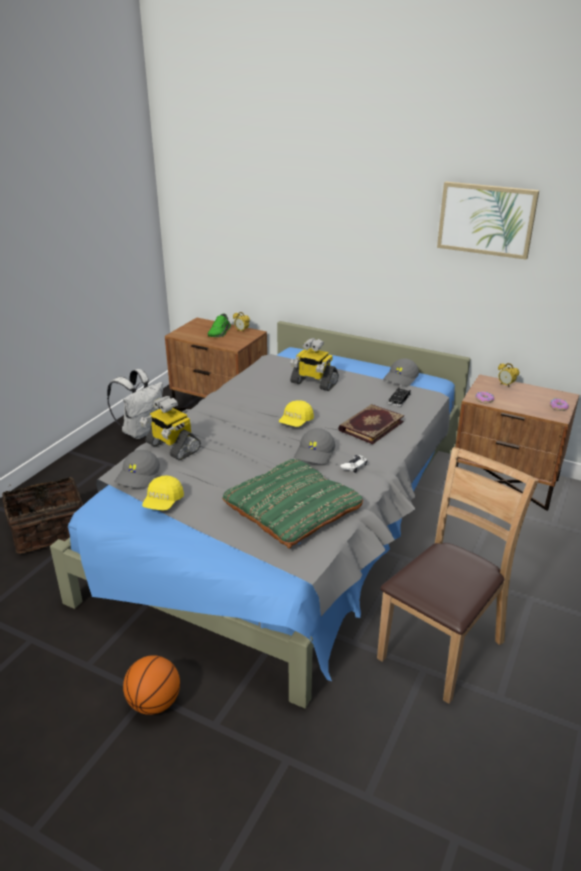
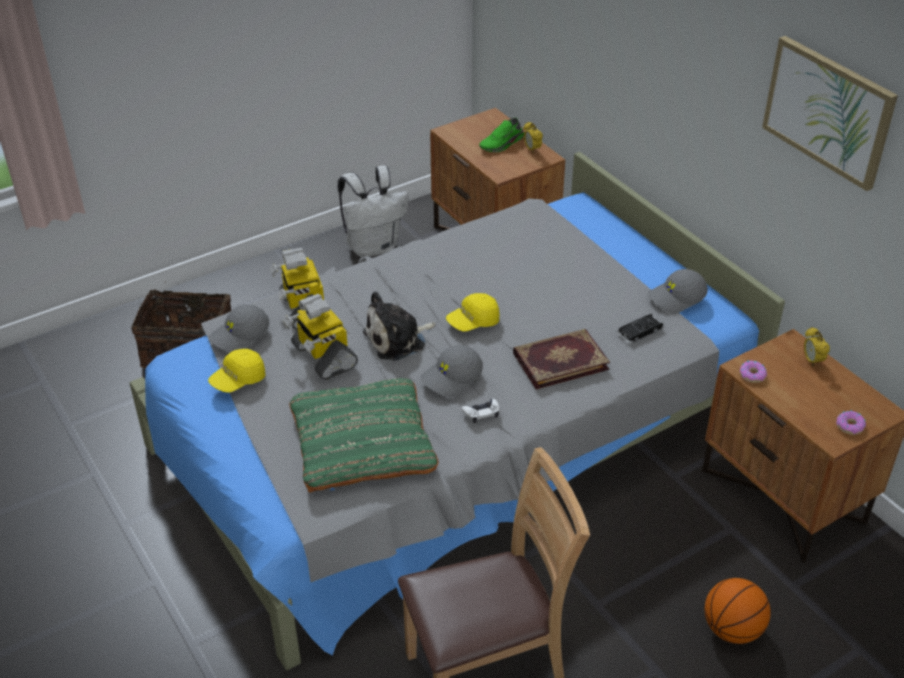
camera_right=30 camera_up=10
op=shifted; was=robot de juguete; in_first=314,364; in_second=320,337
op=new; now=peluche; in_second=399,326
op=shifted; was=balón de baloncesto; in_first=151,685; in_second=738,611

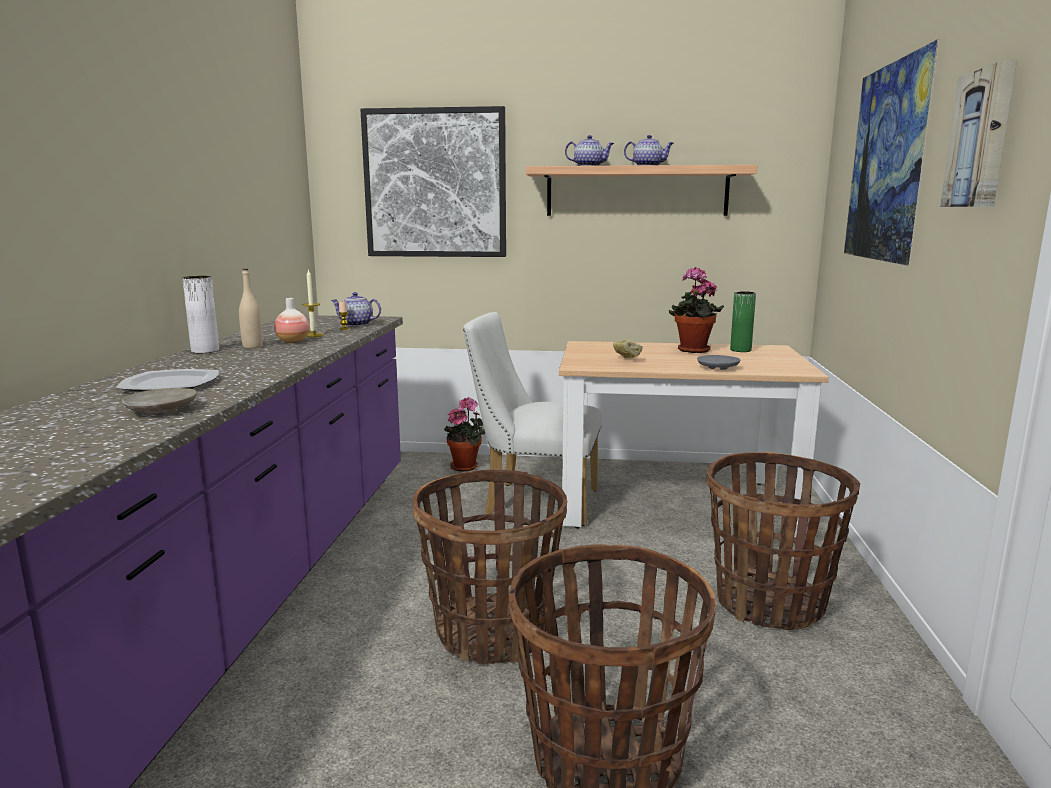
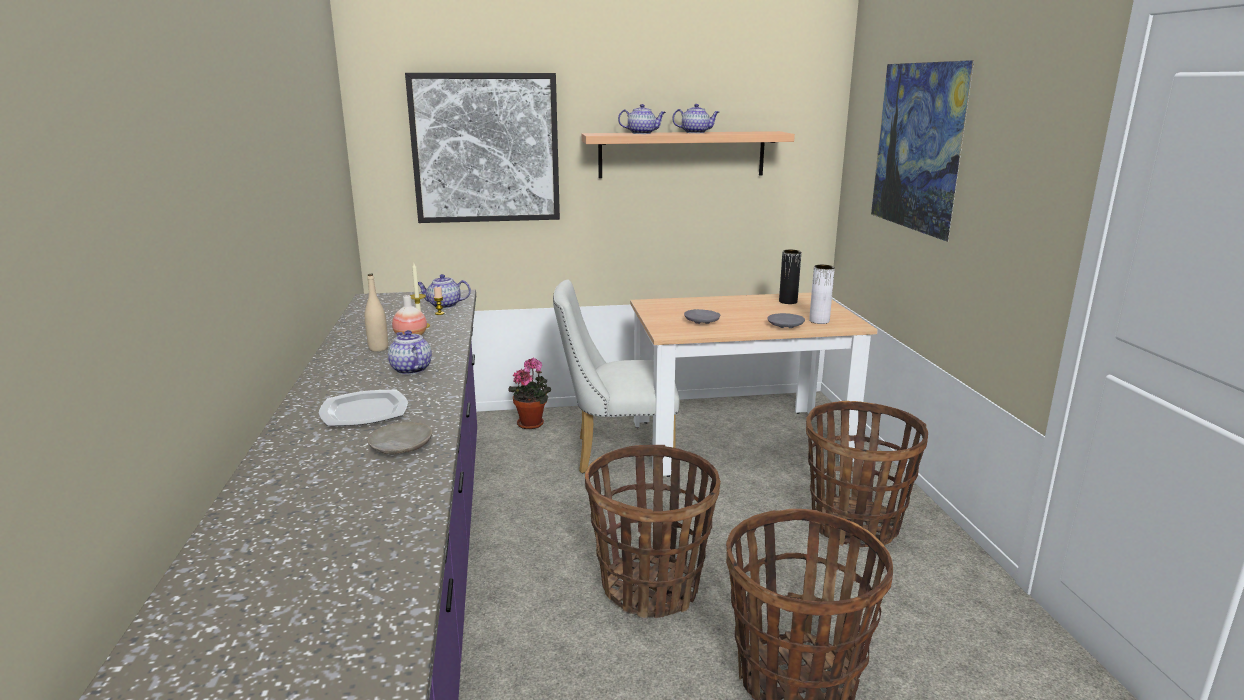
camera_right=-15 camera_up=5
op=new; now=tetera; in_second=410,352
op=swapped; was=pan; now=plato [gris]; in_first=627,349; in_second=702,316
op=repainted; was=florero [verde]; now=florero [negro]; in_first=743,321; in_second=790,277
op=shifted; was=florero [blanco]; in_first=200,314; in_second=822,294
op=gone; was=planta en maceta; in_first=696,310
op=gone; was=cuadro; in_first=978,133

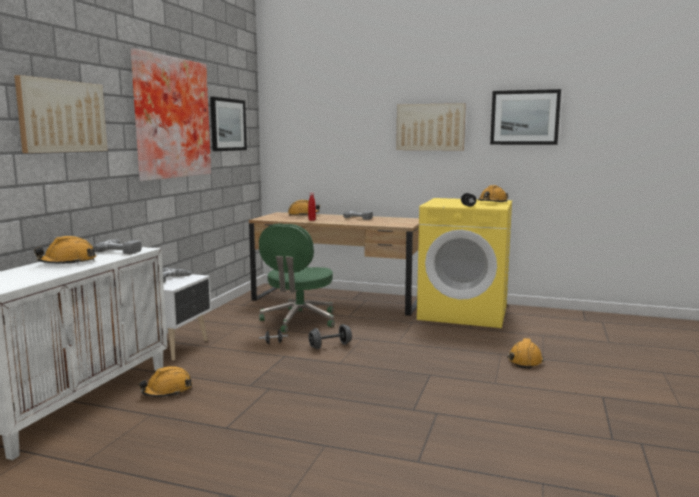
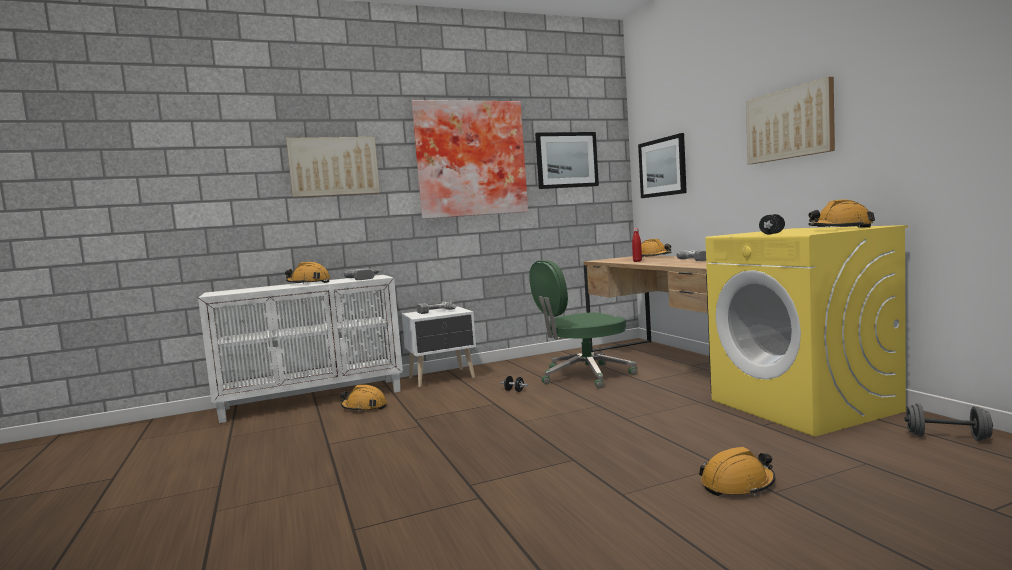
camera_right=50 camera_up=-5
op=shifted; was=cuadro; in_first=525,117; in_second=662,165
op=shifted; was=mancuerna [gris]; in_first=330,336; in_second=949,422

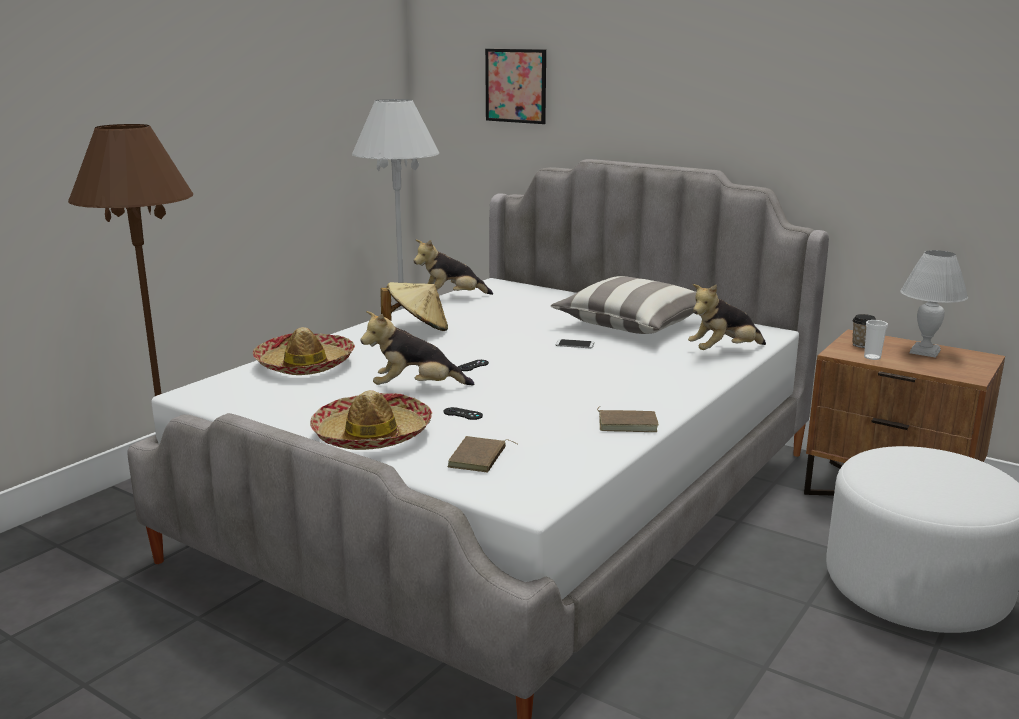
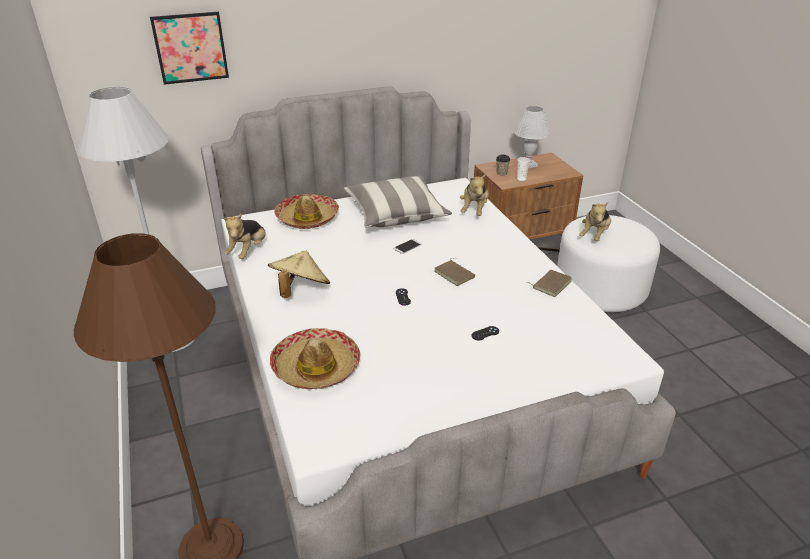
camera_right=-55 camera_up=15
op=shifted; was=sombrero; in_first=371,420; in_second=306,211
op=shifted; was=libro [marrón]; in_first=482,454; in_second=454,272
op=shifted; was=peluche; in_first=417,348; in_second=595,221

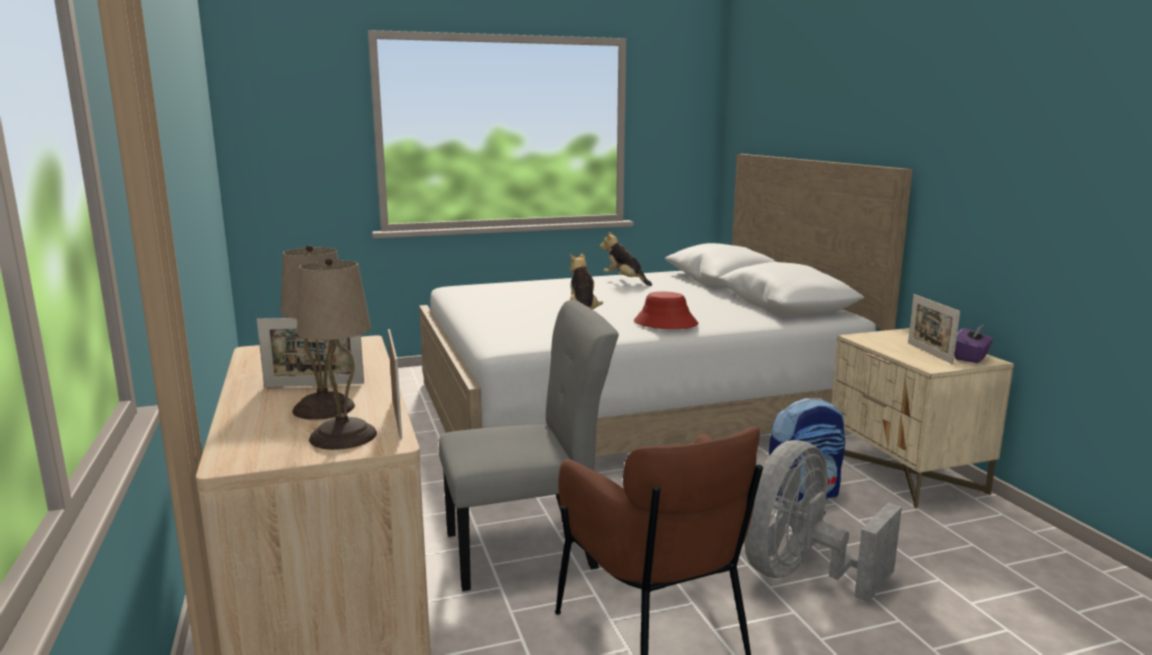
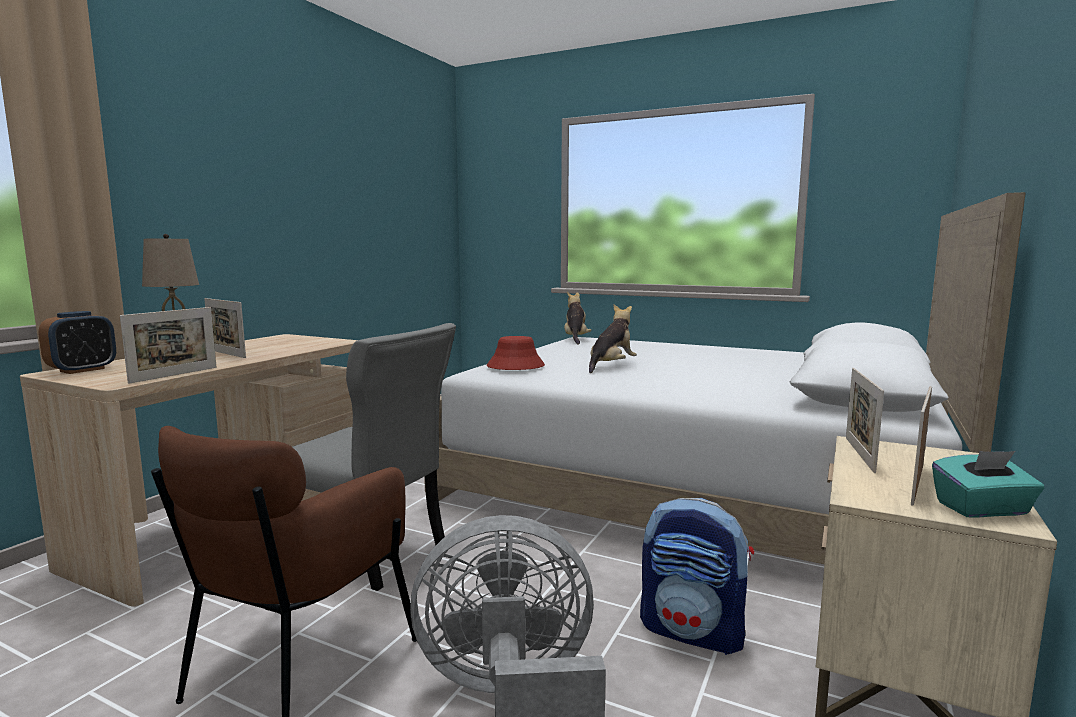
camera_right=45 camera_up=-5
op=new; now=despertador; in_second=77,342
op=shifted; was=sombrero [rojo]; in_first=666,310; in_second=515,353
op=shifted; was=peluche; in_first=626,259; in_second=577,318
op=new; now=portarretratos; in_second=865,420
op=repainted; was=caja de pañuelos [morado]; now=caja de pañuelos [turquesa]; in_first=973,343; in_second=988,484
op=gone; was=lámpara de mesa [beis]; in_first=337,354

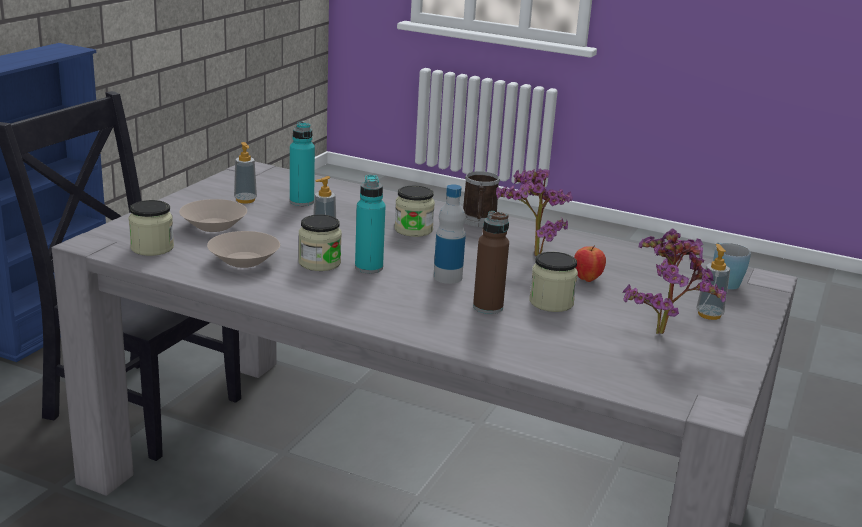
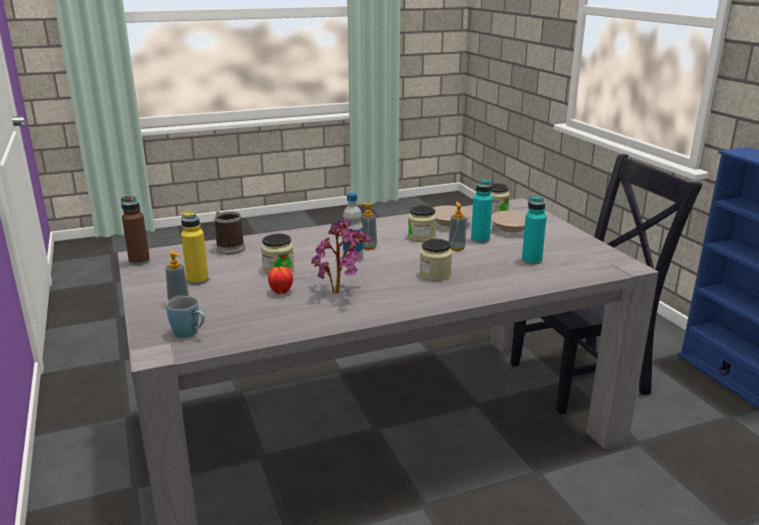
camera_right=135 camera_up=0
op=shifted; was=botella [marrón]; in_first=491,262; in_second=135,230
op=swapped; was=planta en maceta; now=botella [amarillo]; in_first=675,281; in_second=195,248
op=shifted; was=taza grande; in_first=481,199; in_second=229,233
op=shifted; was=dispensador de jabón; in_first=245,173; in_second=368,226
op=shifted; was=botella [turquesa]; in_first=370,223; in_second=482,211

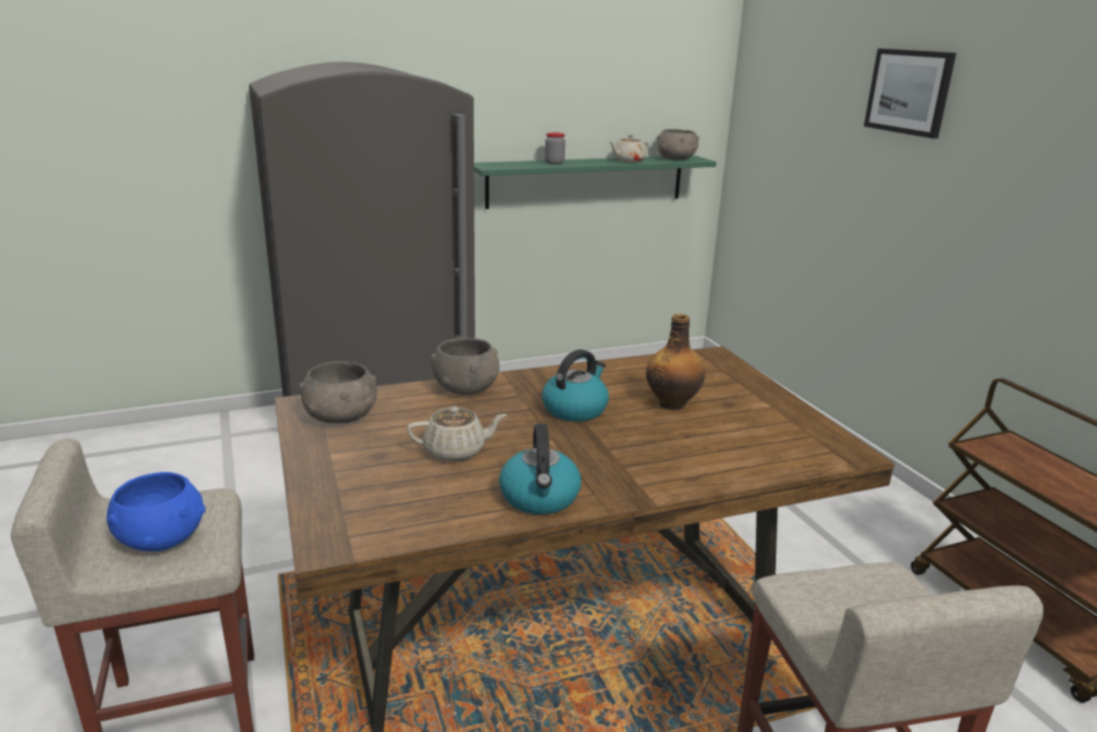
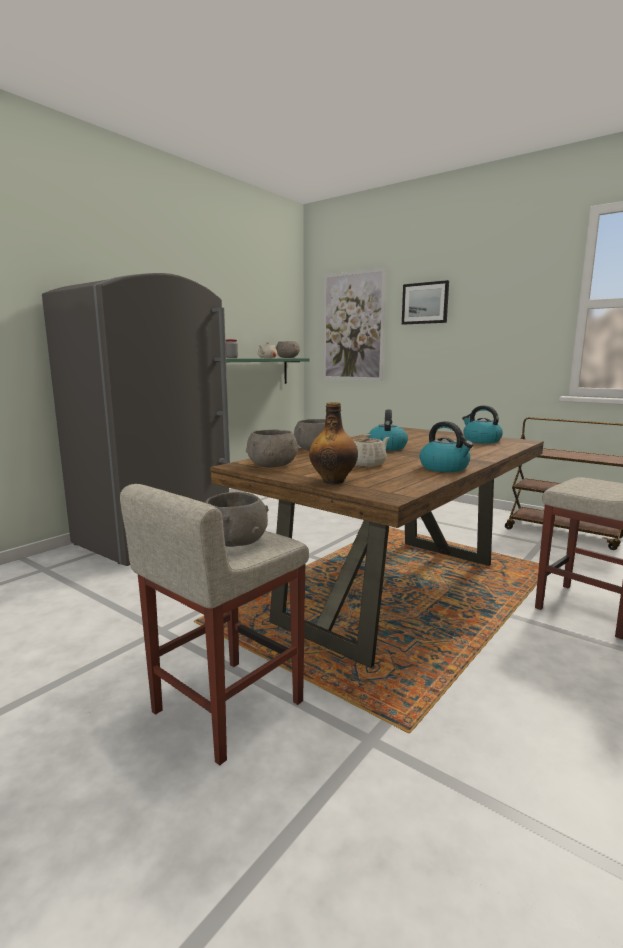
camera_right=-30 camera_up=-10
op=repainted; was=cuenco [azul]; now=cuenco [gris]; in_first=156,512; in_second=237,519
op=shifted; was=botella; in_first=675,362; in_second=333,443
op=new; now=cuadro; in_second=354,324
op=new; now=hervidor; in_second=482,424

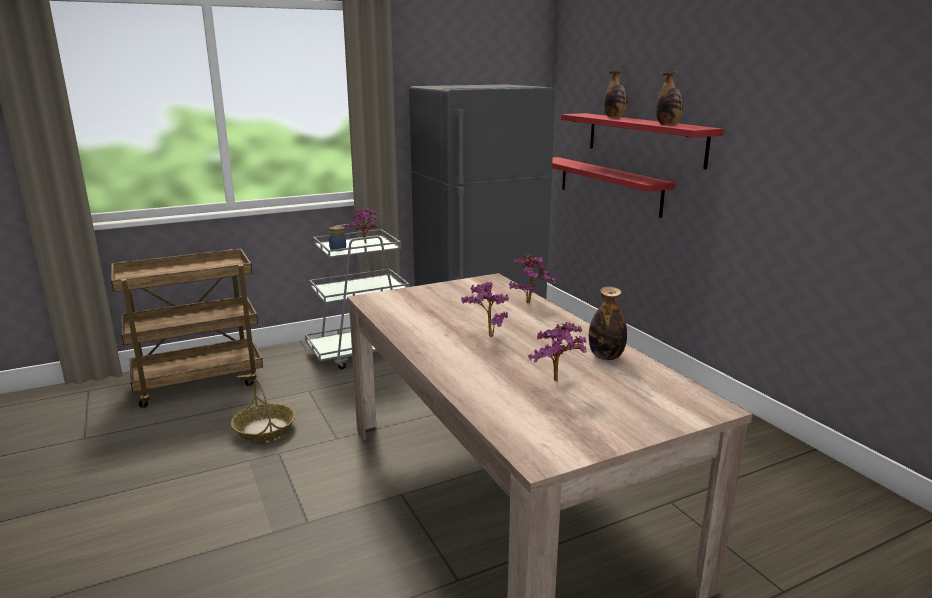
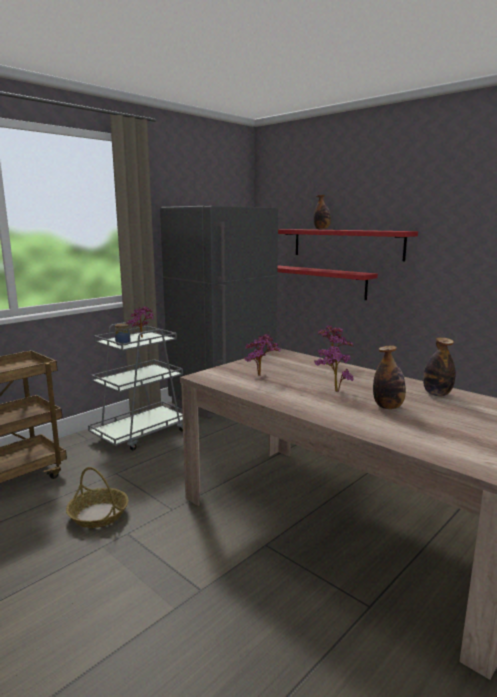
camera_right=-20 camera_up=-5
op=shifted; was=planta en maceta; in_first=557,351; in_second=262,355
op=shifted; was=botella; in_first=669,98; in_second=389,377

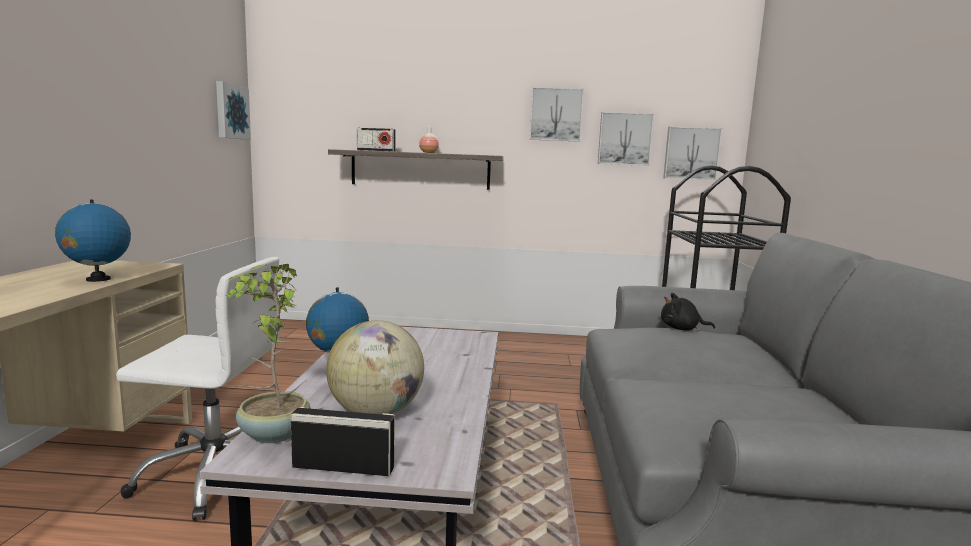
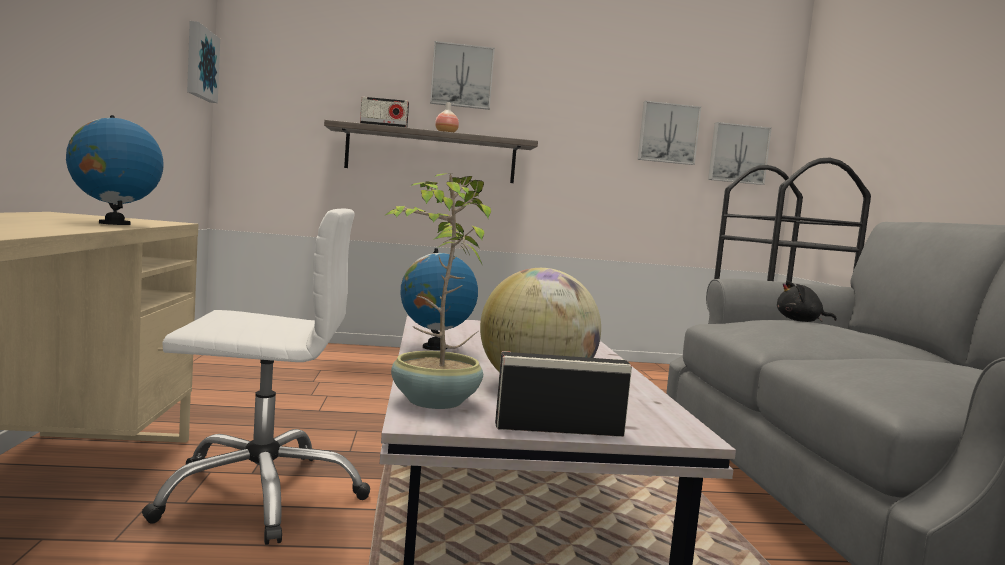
camera_right=-10 camera_up=-5
op=shifted; was=cuadro; in_first=557,114; in_second=462,75

